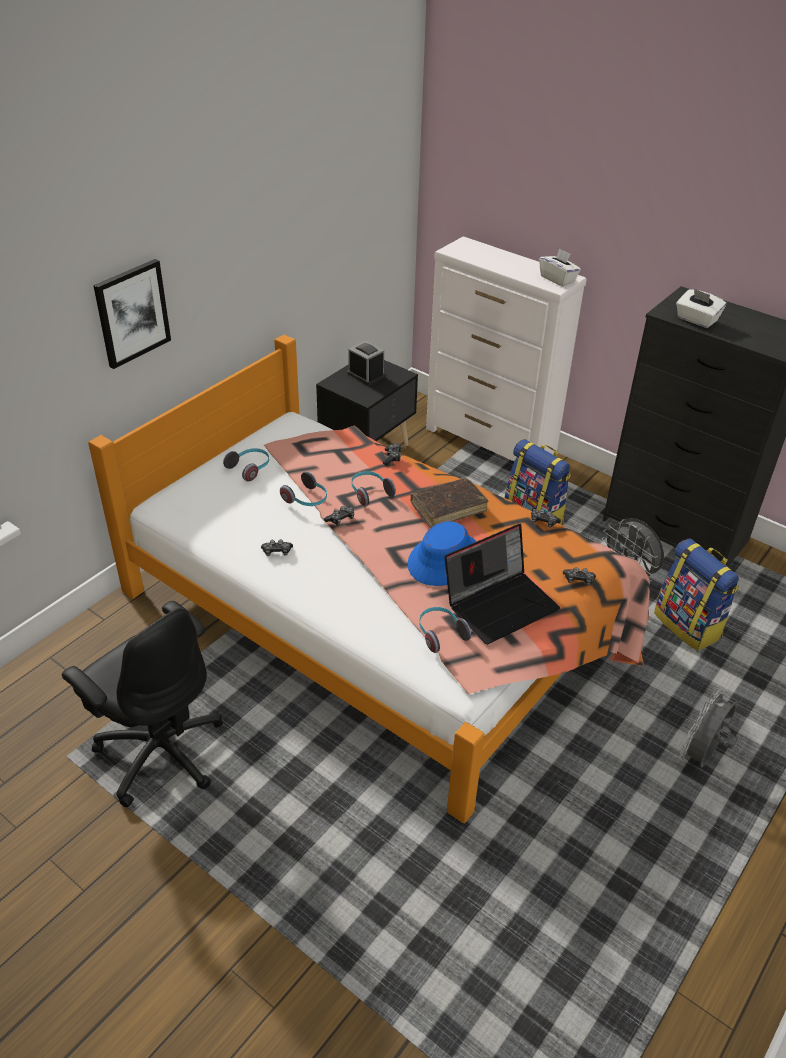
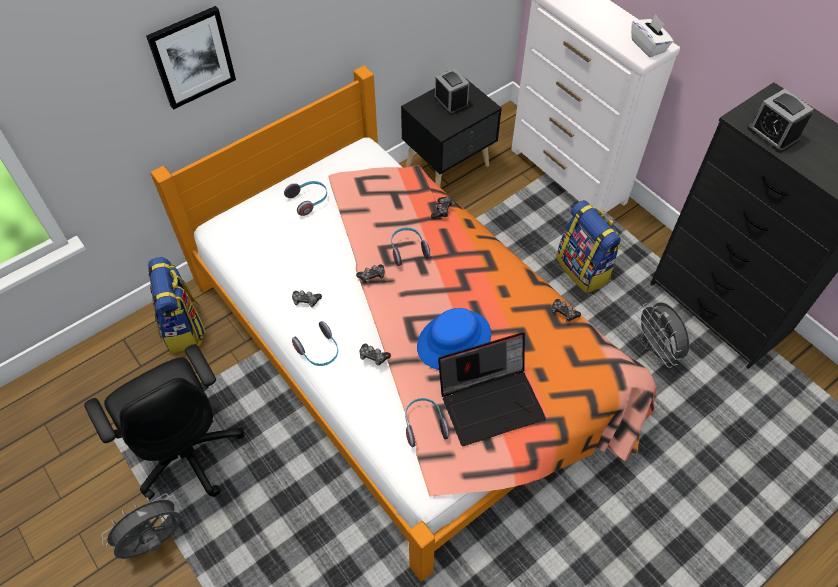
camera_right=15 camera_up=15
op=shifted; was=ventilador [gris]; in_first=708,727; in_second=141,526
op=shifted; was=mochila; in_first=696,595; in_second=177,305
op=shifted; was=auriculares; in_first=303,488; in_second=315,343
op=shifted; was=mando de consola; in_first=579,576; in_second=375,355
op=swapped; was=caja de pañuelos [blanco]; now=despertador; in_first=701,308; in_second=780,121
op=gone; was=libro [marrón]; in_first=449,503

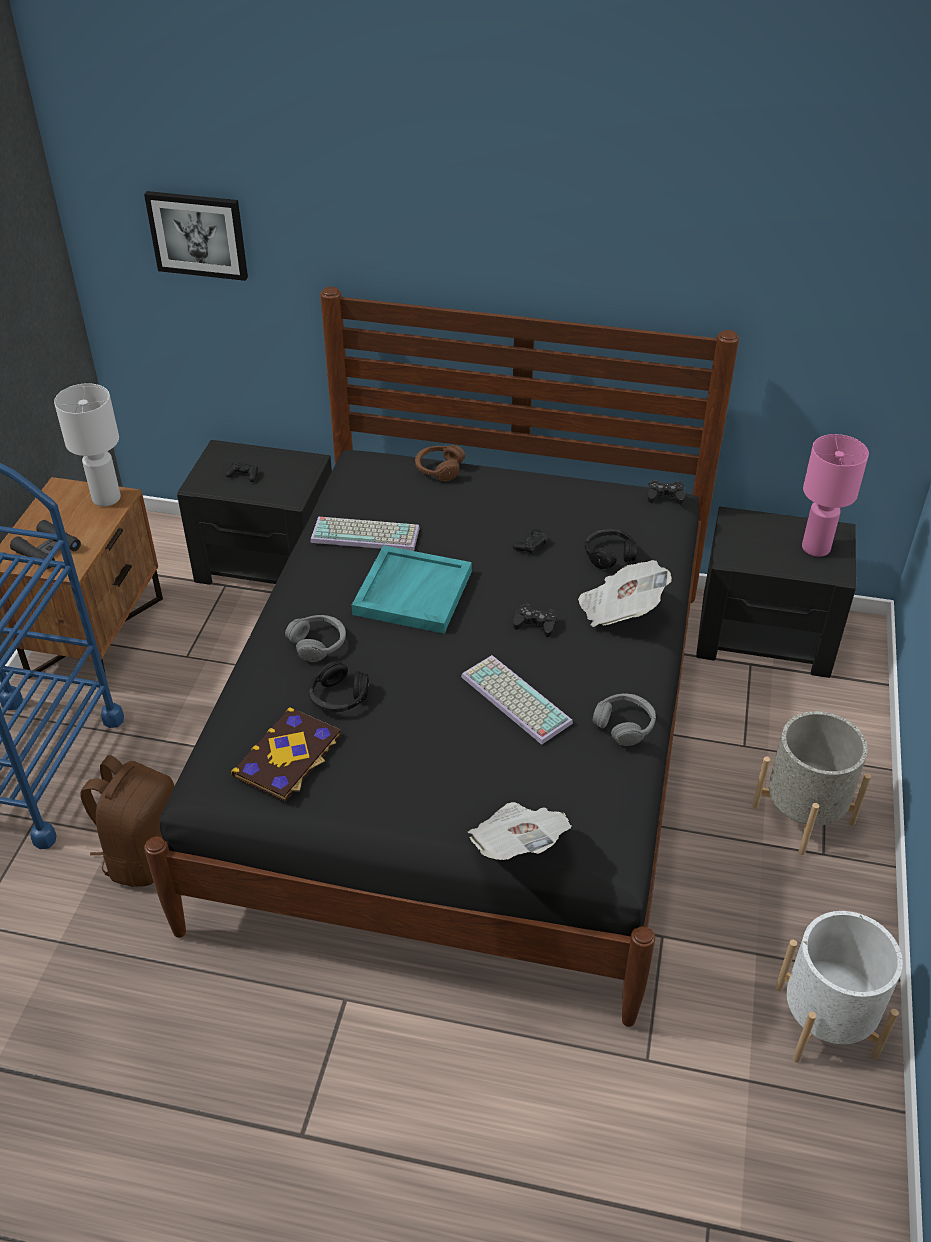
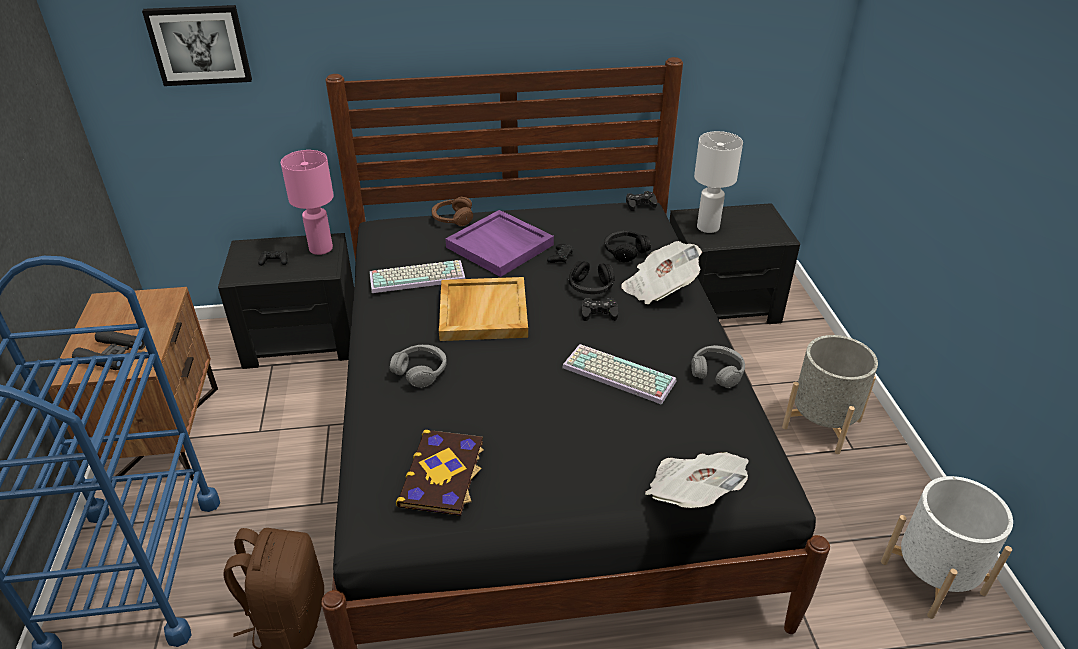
camera_right=-20 camera_up=-5
op=shifted; was=lámpara de mesa [rosa]; in_first=835,495; in_second=307,202
op=repainted; was=bandeja [turquesa]; now=bandeja [beis]; in_first=412,589; in_second=483,309
op=new; now=bandeja [morado]; in_second=499,243
op=shifted; was=auriculares [negro]; in_first=339,686; in_second=592,277
op=shifted; was=lámpara de mesa [blanco]; in_first=87,444; in_second=718,182

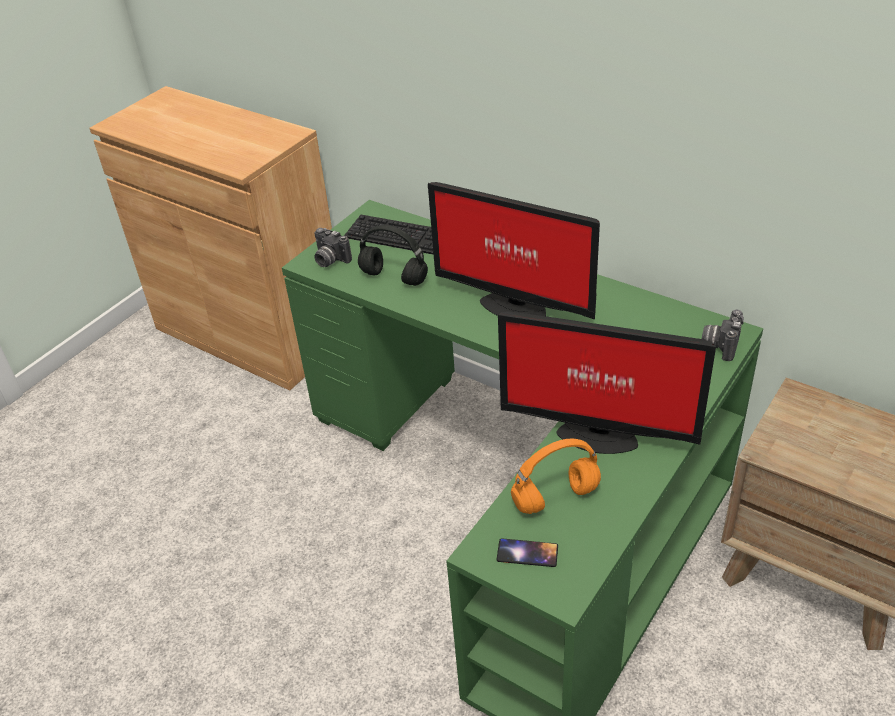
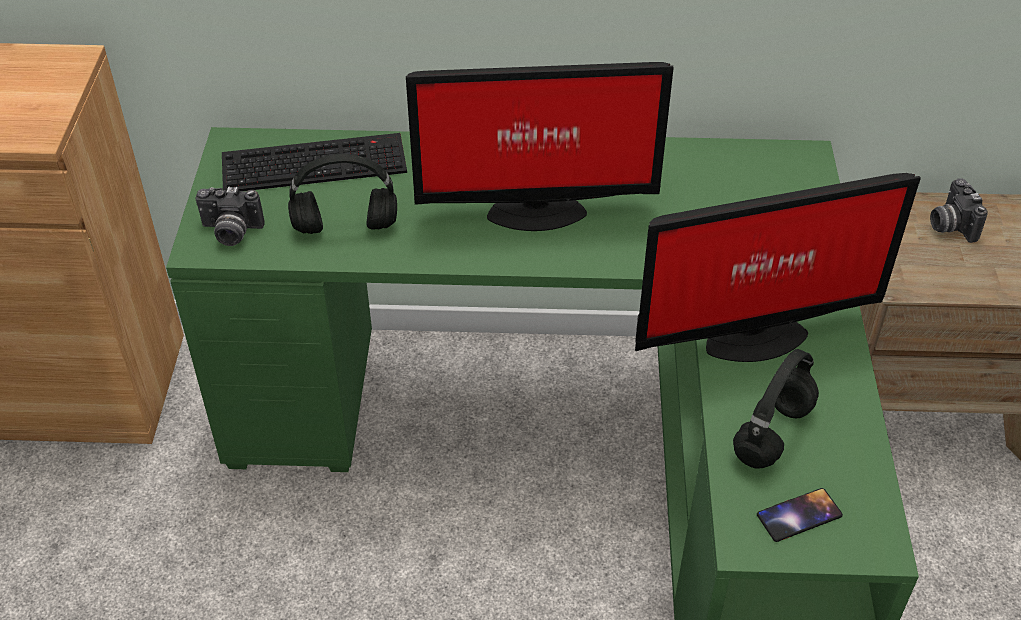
camera_right=-35 camera_up=5
op=repainted; was=auriculares [naranja]; now=auriculares [negro]; in_first=556,476; in_second=776,409
op=shifted; was=cámara; in_first=723,335; in_second=959,210

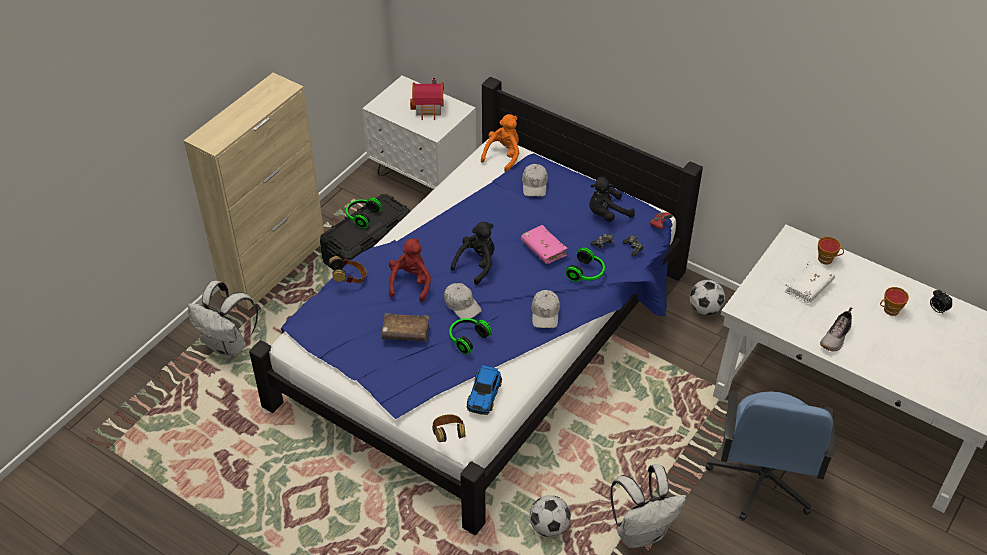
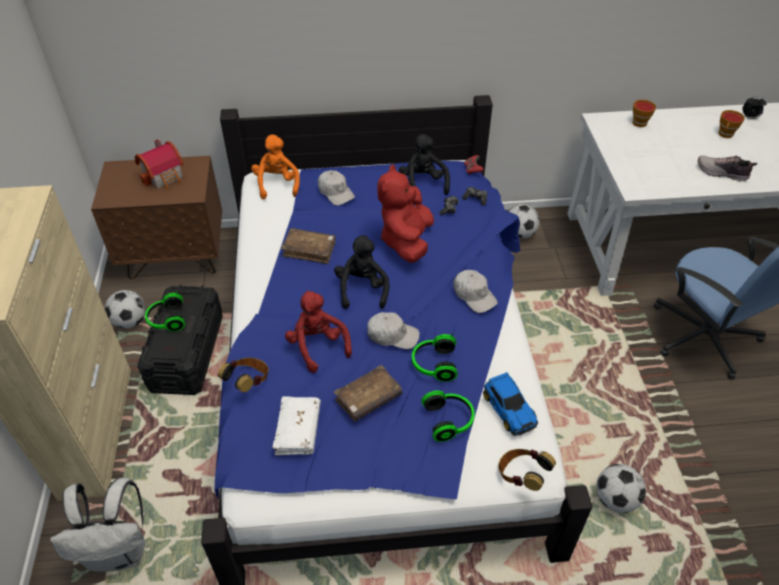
camera_right=-40 camera_up=0
op=repainted; was=mesita de noche [blanco]; now=mesita de noche [marrón]; in_first=419,133; in_second=156,217
op=new; now=balón de fútbol; in_second=125,309
op=shifted; was=libro [blanco]; in_first=810,282; in_second=297,426
op=new; now=libro [marrón]; in_second=308,246
op=swapped; was=libro [rosa]; now=peluche [rojo]; in_first=544,244; in_second=405,213
op=rotated; was=peluche [negro]; in_first=612,199; in_second=424,164; clockwise=135
op=shifted; was=auriculares; in_first=585,264; in_second=448,416
op=rotated; was=zapato; in_first=836,329; in_second=727,168; clockwise=120
op=gone; was=mochila [blanco]; in_first=648,506

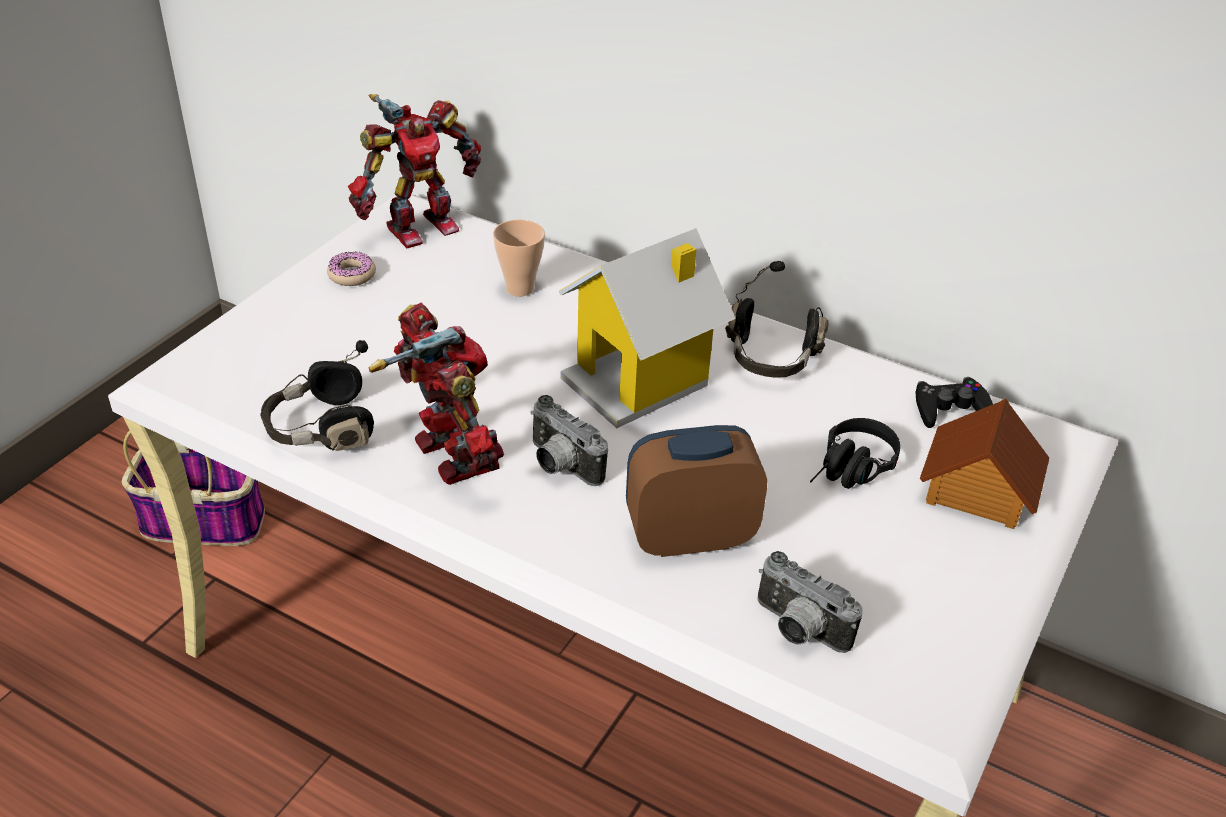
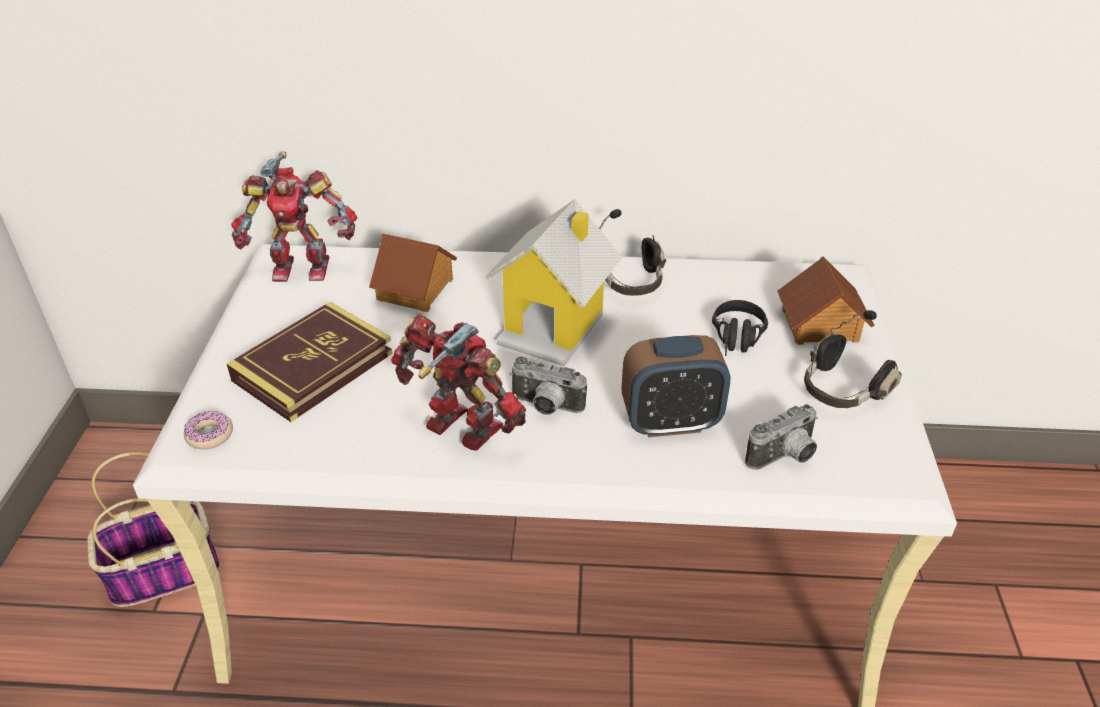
camera_right=-25 camera_up=0
op=shifted; was=rosquilla; in_first=351,269; in_second=208,430
op=new; now=libro; in_second=310,362
op=rotated; was=robot de juguete; in_first=414,171; in_second=294,216; clockwise=60
op=swapped; was=taza; now=casita; in_first=519,257; in_second=413,272
op=rotated; was=despertador; in_first=696,491; in_second=675,386; clockwise=-150
op=rotated; was=cámara; in_first=810,602; in_second=781,437; clockwise=-45
op=shifted; was=auriculares [negro]; in_first=317,395; in_second=853,359
op=gone; was=mando de consola [negro]; in_first=954,402

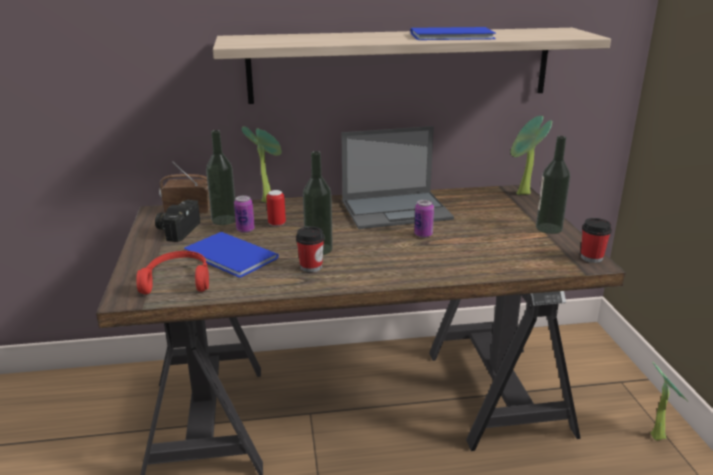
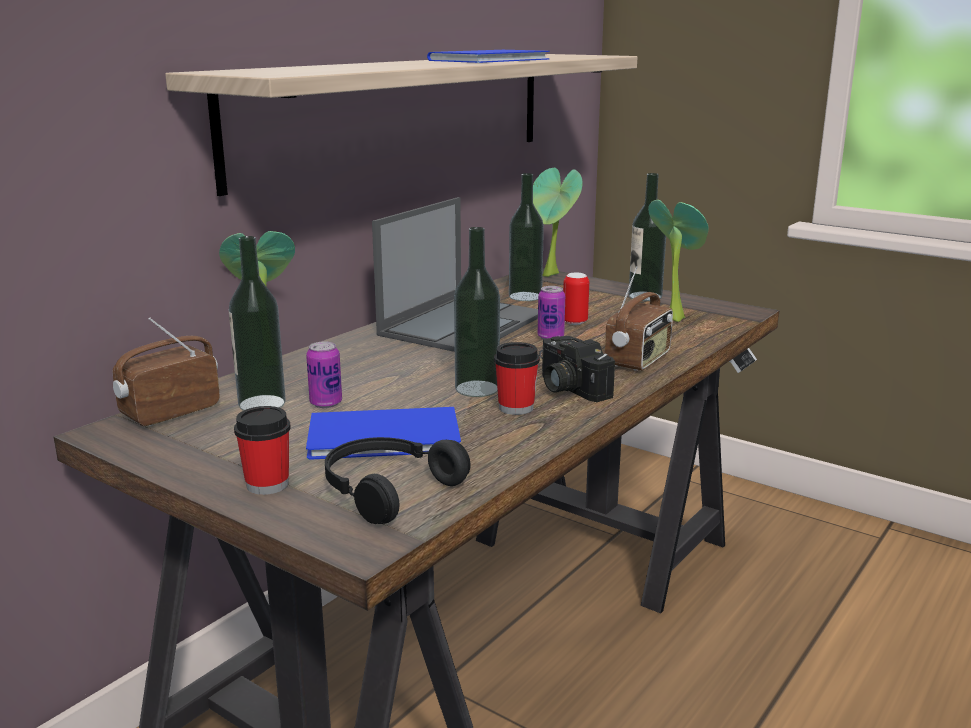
camera_right=-45 camera_up=-5
op=shifted; was=taza; in_first=596,240; in_second=262,450
op=repainted; was=auriculares [rojo]; now=auriculares [negro]; in_first=172,272; in_second=398,480
op=new; now=botella; in_second=526,237
op=shifted; was=cámara; in_first=177,221; in_second=577,369
op=shifted; was=lata; in_first=276,208; in_second=576,299
op=new; now=radio; in_second=639,318
op=shifted; was=planta en maceta; in_first=669,401; in_second=678,261

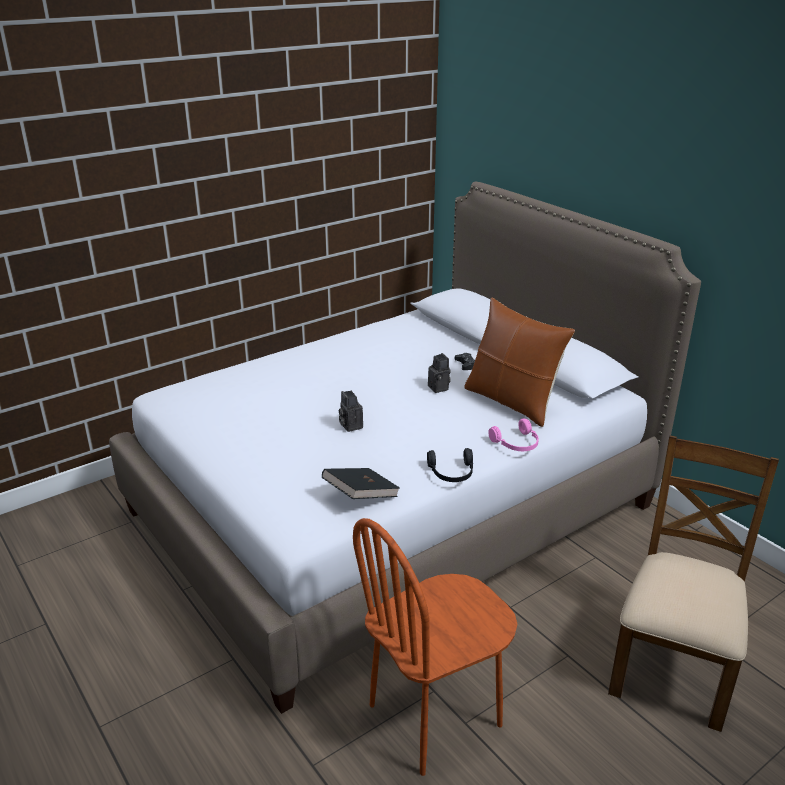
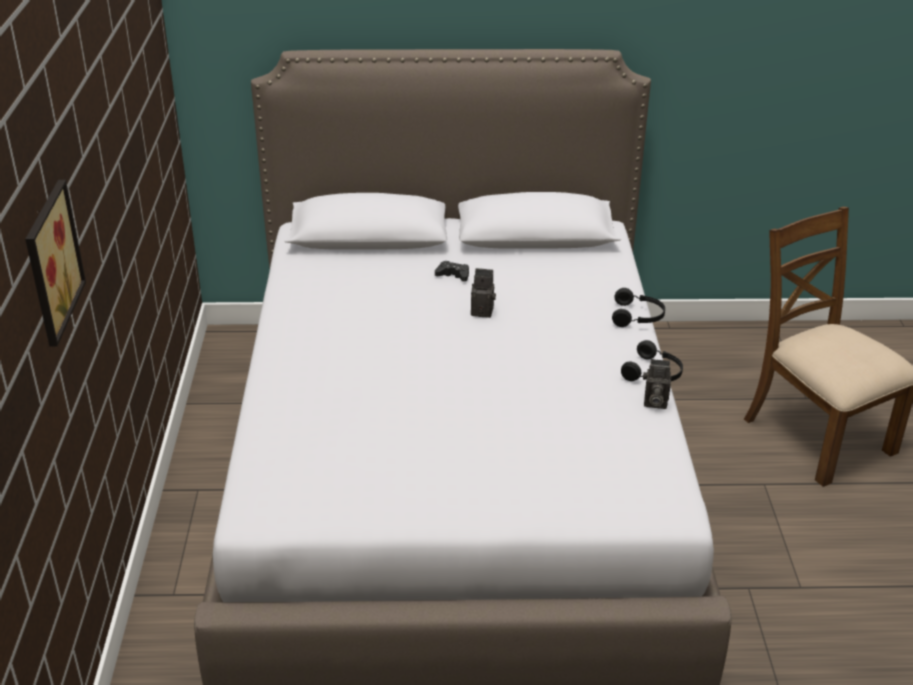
camera_right=-55 camera_up=5
op=new; now=cuadro; in_second=55,263
op=repainted; was=auriculares [rosa]; now=auriculares [negro]; in_first=513,434; in_second=638,307
op=shifted; was=cámara; in_first=351,411; in_second=657,384
op=gone; was=libro [negro]; in_first=361,483
op=gone; was=silla [marrón]; in_first=435,647
op=gone; was=cojín [marrón]; in_first=519,362

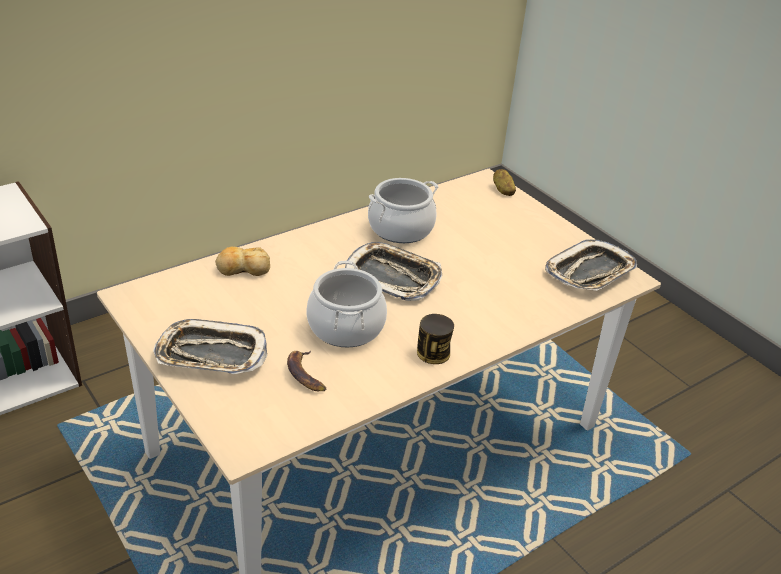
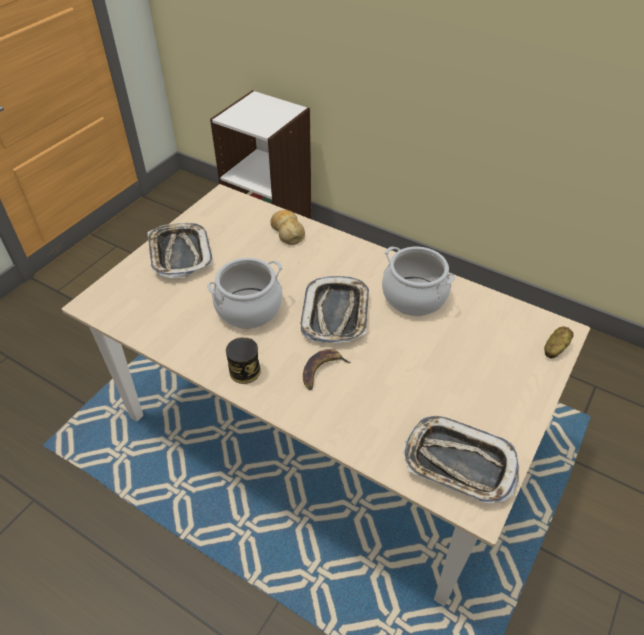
camera_right=70 camera_up=10
op=shifted; was=plátano; in_first=306,371; in_second=327,369

